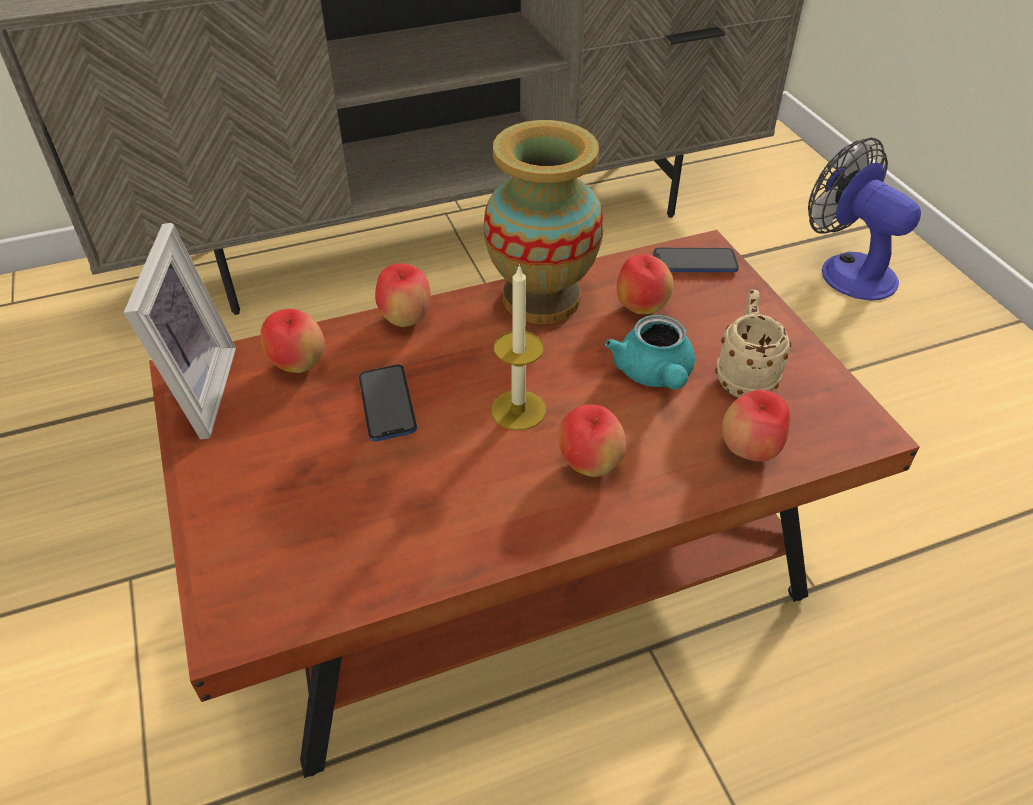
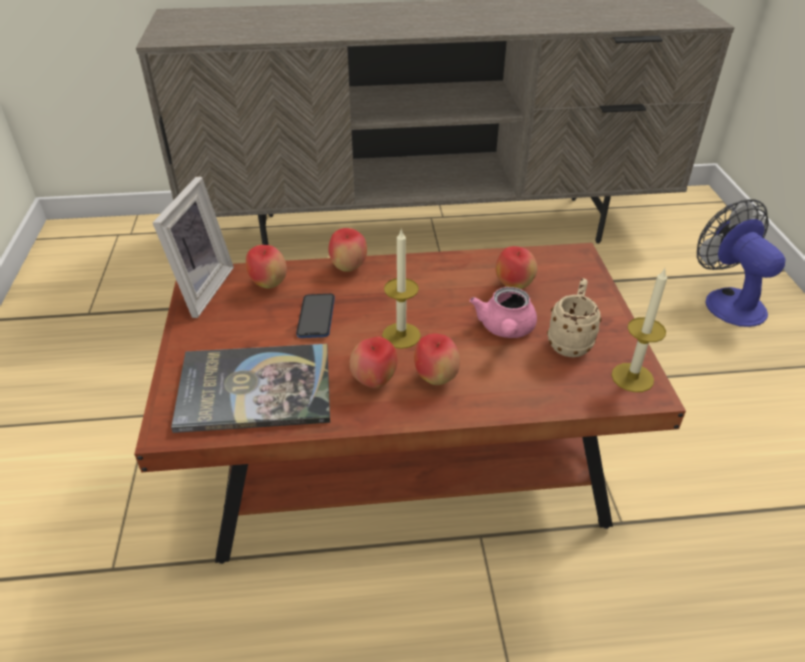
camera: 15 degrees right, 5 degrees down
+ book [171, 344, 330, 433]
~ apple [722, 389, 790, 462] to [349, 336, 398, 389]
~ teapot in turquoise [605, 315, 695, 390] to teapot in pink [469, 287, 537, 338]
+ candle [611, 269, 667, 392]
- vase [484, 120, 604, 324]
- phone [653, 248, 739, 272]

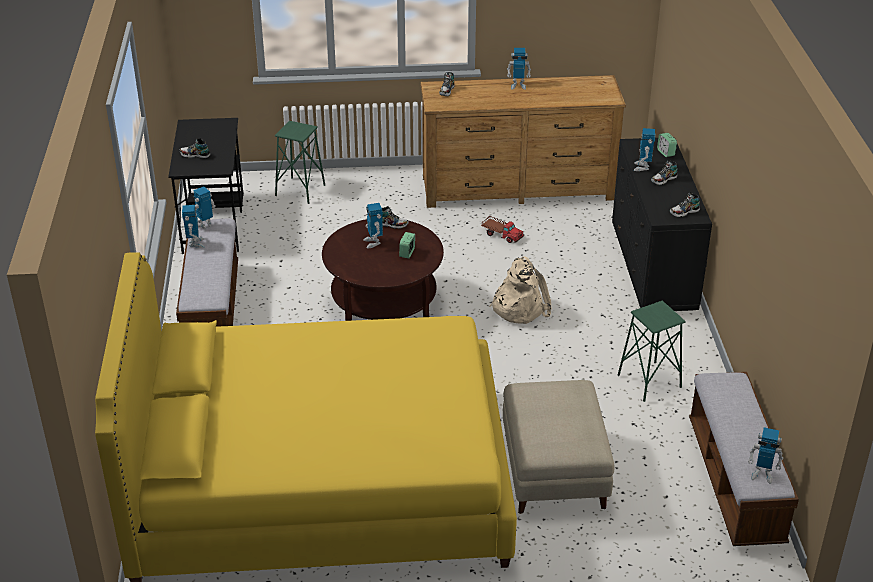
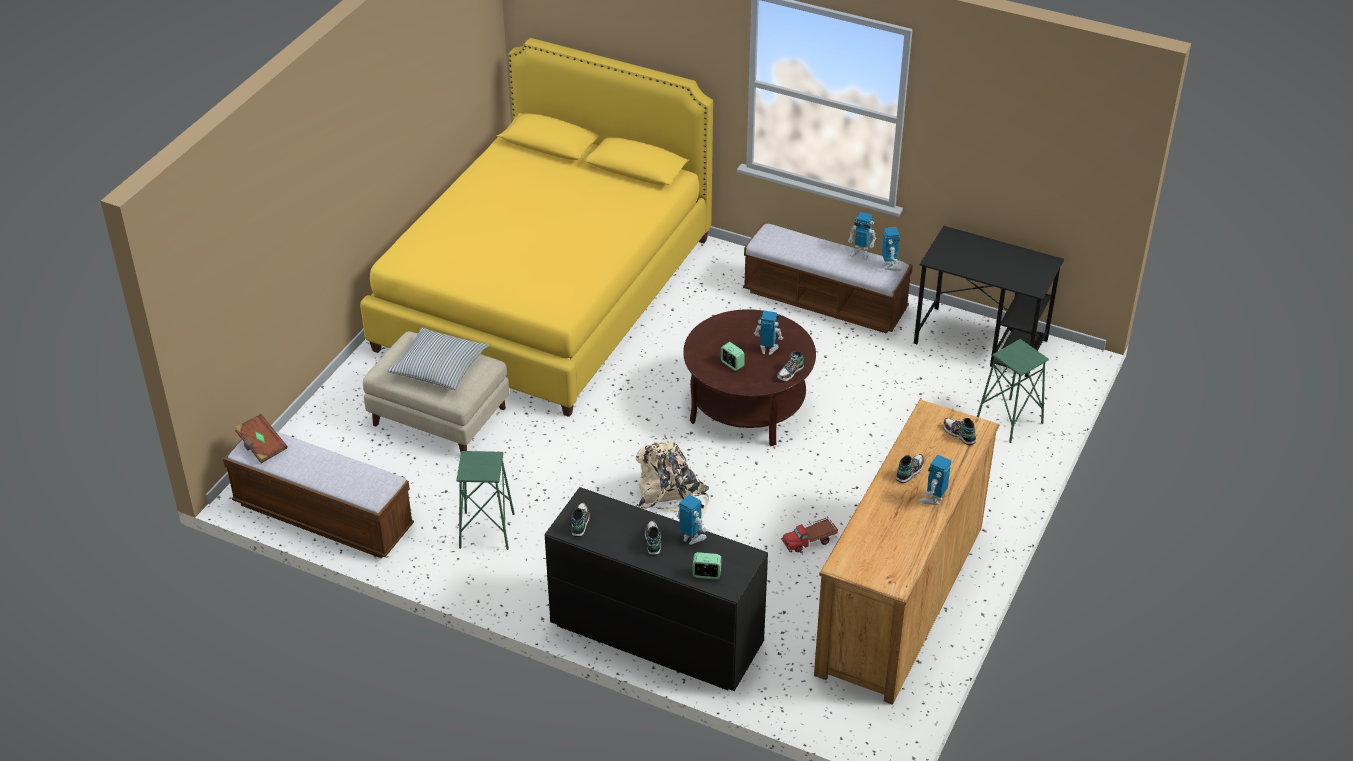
camera: 120 degrees right, 5 degrees up
~ toy robot [748, 427, 783, 484] to book in brown [235, 414, 288, 463]
+ pillow [387, 328, 489, 390]
~ shoe [180, 138, 210, 159] to [896, 454, 924, 483]

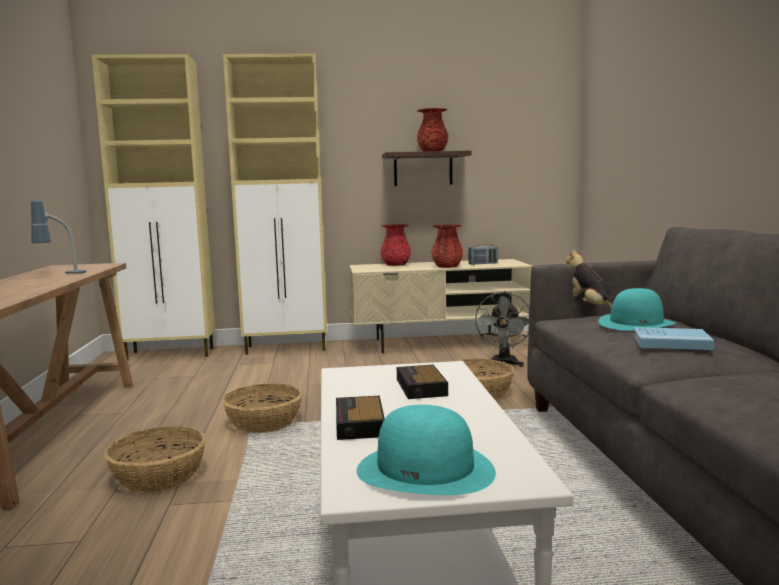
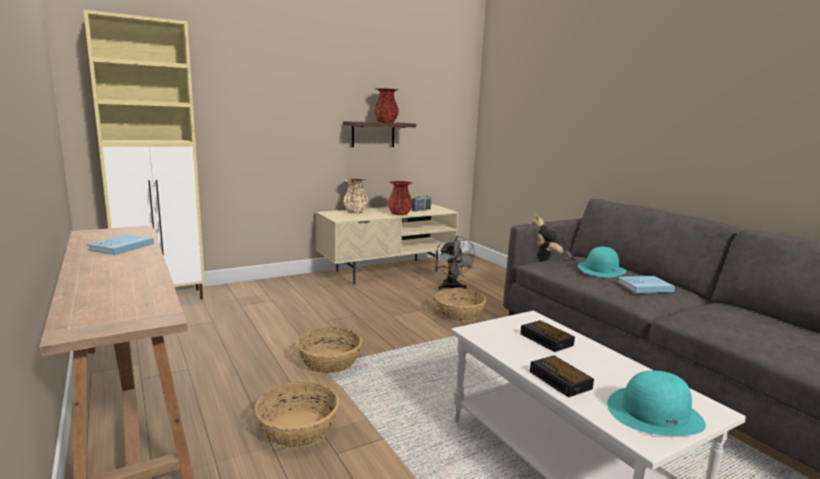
camera: 25 degrees left, 5 degrees up
~ table lamp [31, 199, 87, 274] to book in blue [87, 234, 154, 255]
~ vase in red [380, 224, 411, 266] to vase in beige [343, 179, 368, 213]
- cabinet in beige [223, 54, 327, 355]

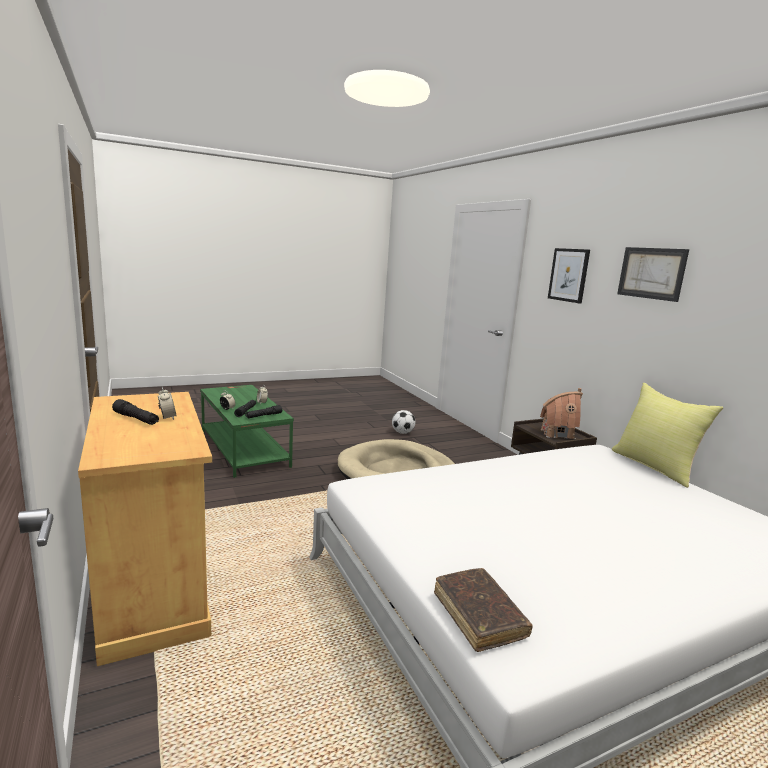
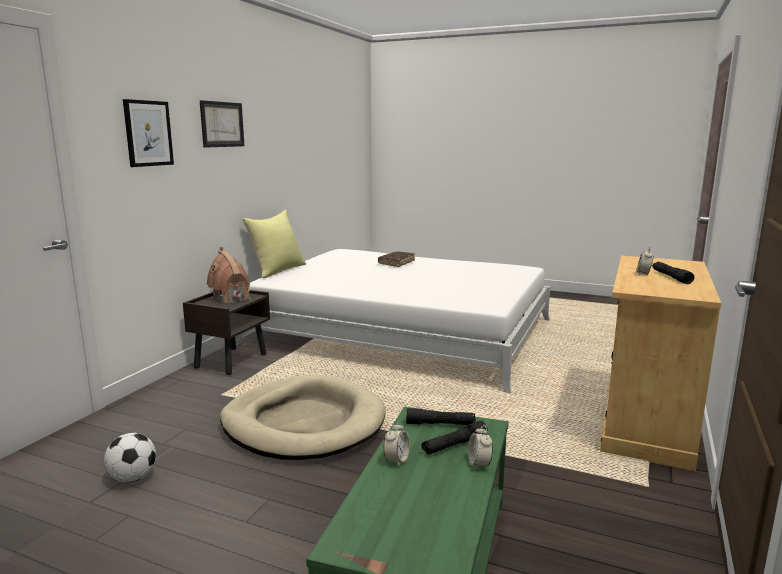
camera: 130 degrees left, 0 degrees up
~ book in brown [434, 568, 533, 652] to [378, 252, 415, 267]

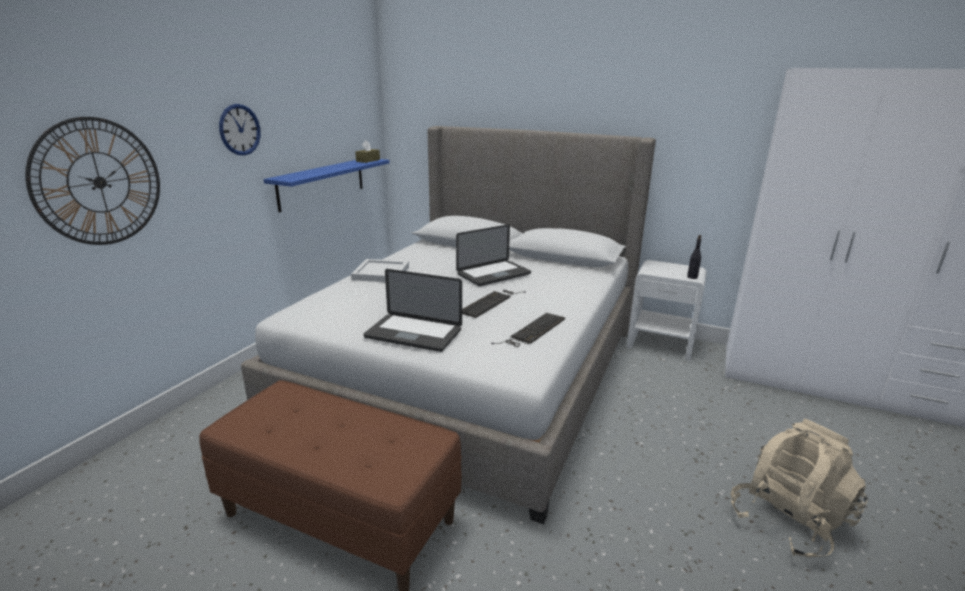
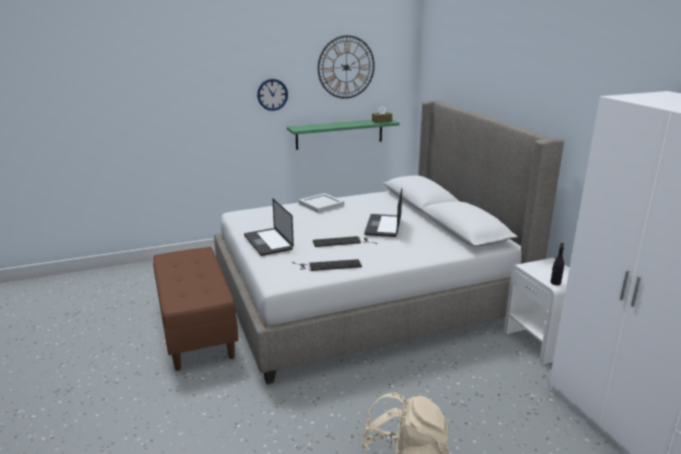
camera: 45 degrees right, 0 degrees up
~ shelf in blue [264, 159, 390, 212] to shelf in green [287, 120, 400, 150]
~ wall clock [25, 117, 160, 245] to [318, 35, 375, 99]
~ laptop [456, 224, 531, 286] = [365, 188, 402, 237] 90 degrees clockwise

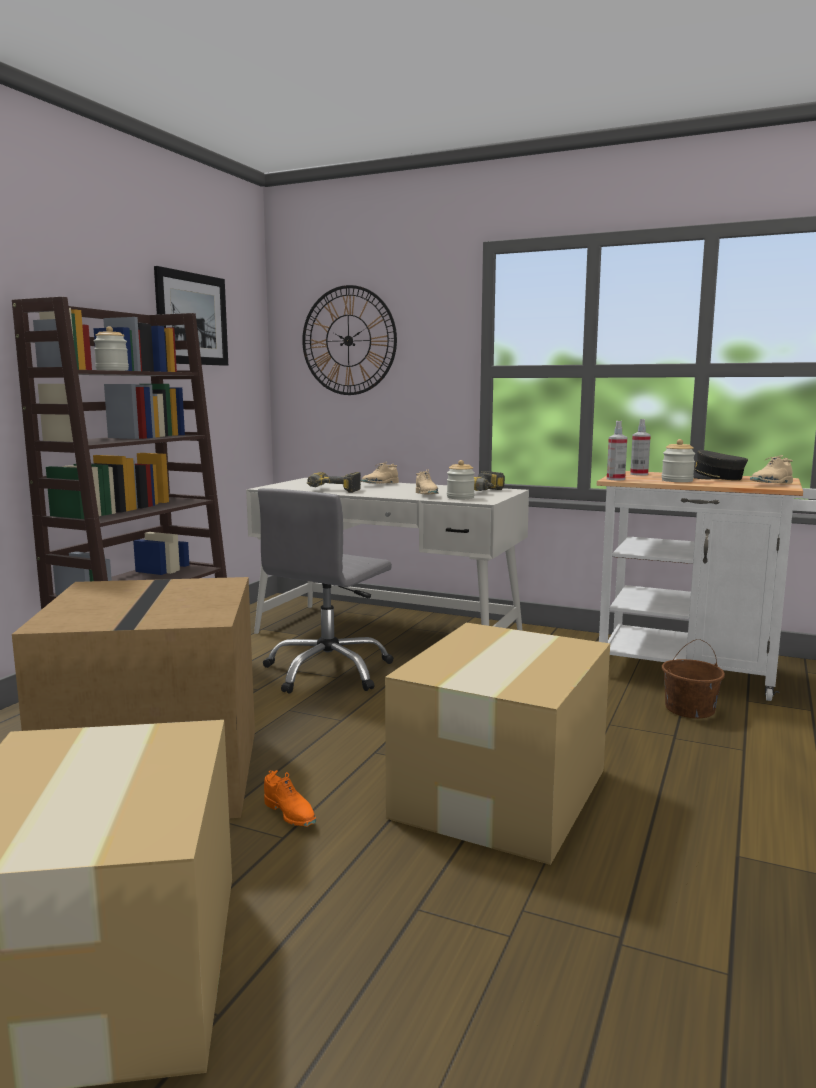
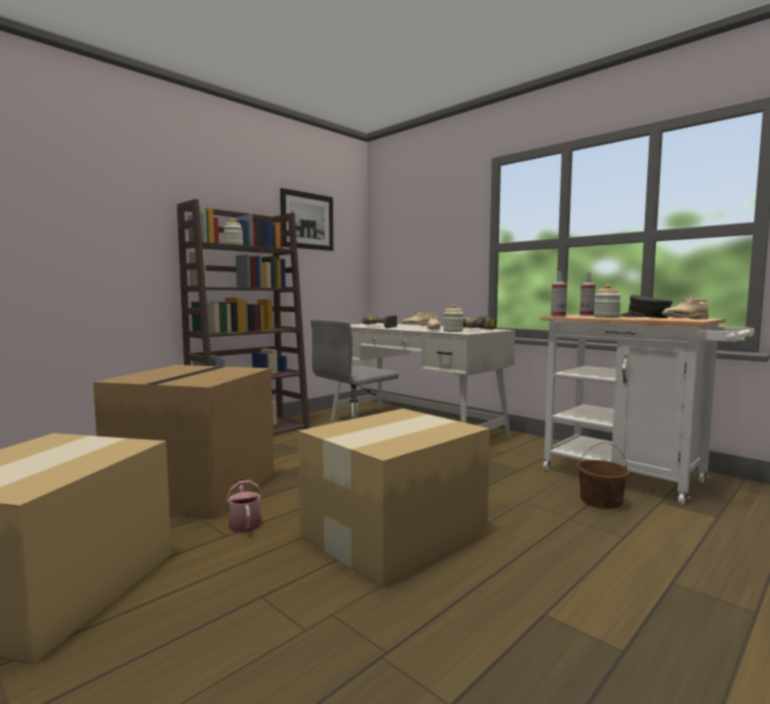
camera: 20 degrees right, 5 degrees down
~ shoe in orange [264, 770, 316, 827] to watering can [226, 478, 262, 533]
- wall clock [302, 285, 397, 395]

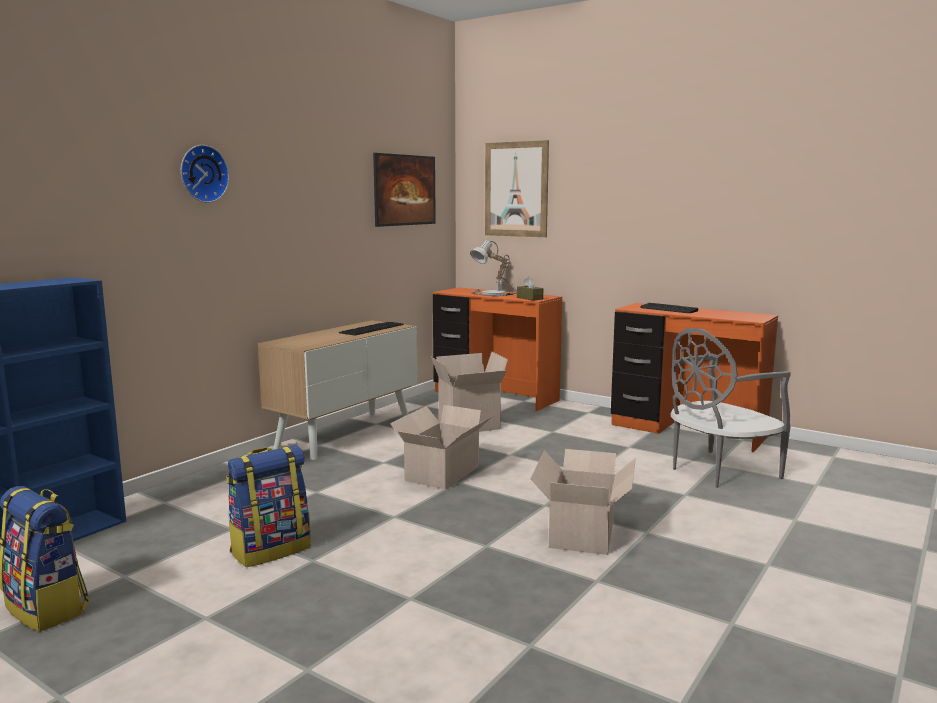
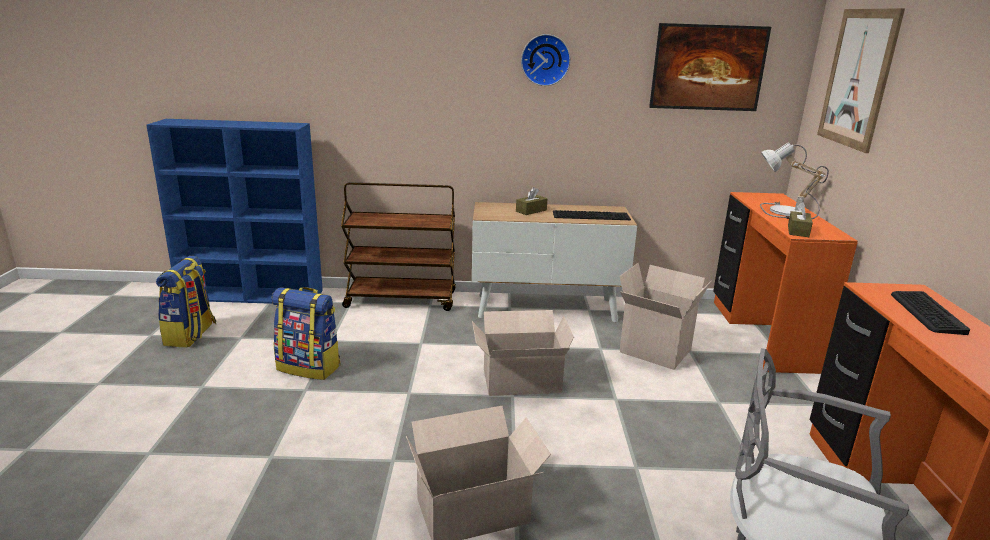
camera: 55 degrees right, 10 degrees up
+ cart in brown [341, 182, 456, 311]
+ tissue box in brown [516, 187, 548, 215]
~ wall clock [181, 145, 229, 203] to [521, 34, 571, 86]

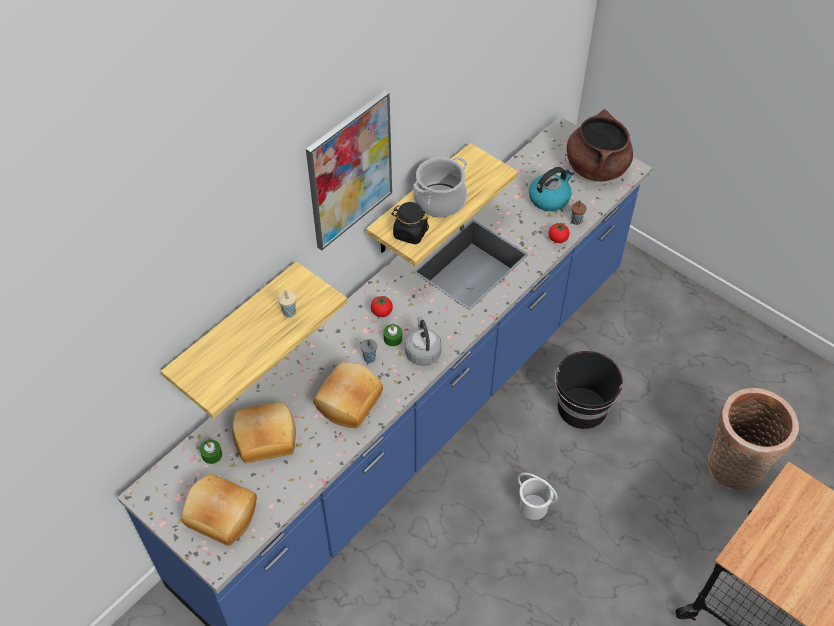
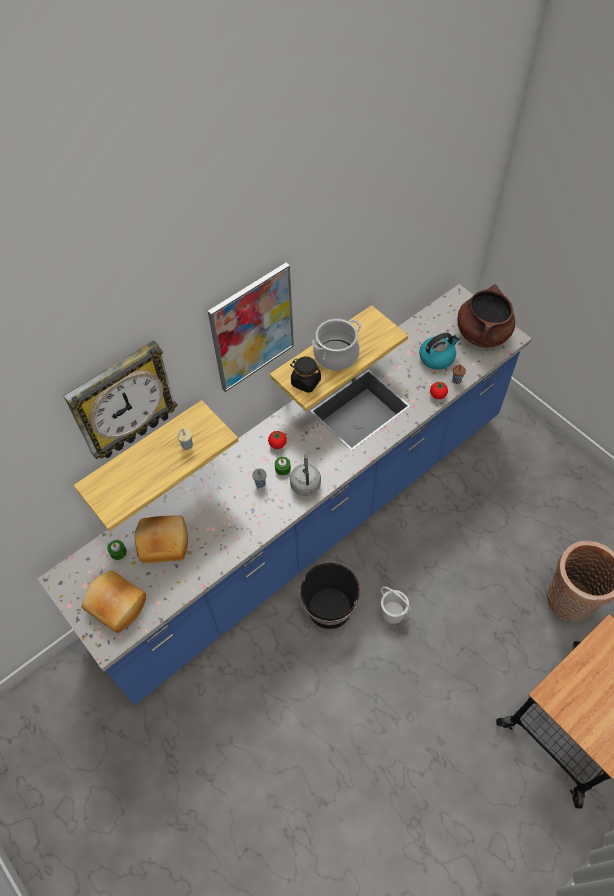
camera: 10 degrees right, 5 degrees up
+ wall clock [64, 340, 177, 459]
~ bucket in black [554, 351, 623, 429] to [298, 563, 360, 629]
- bread [313, 363, 383, 428]

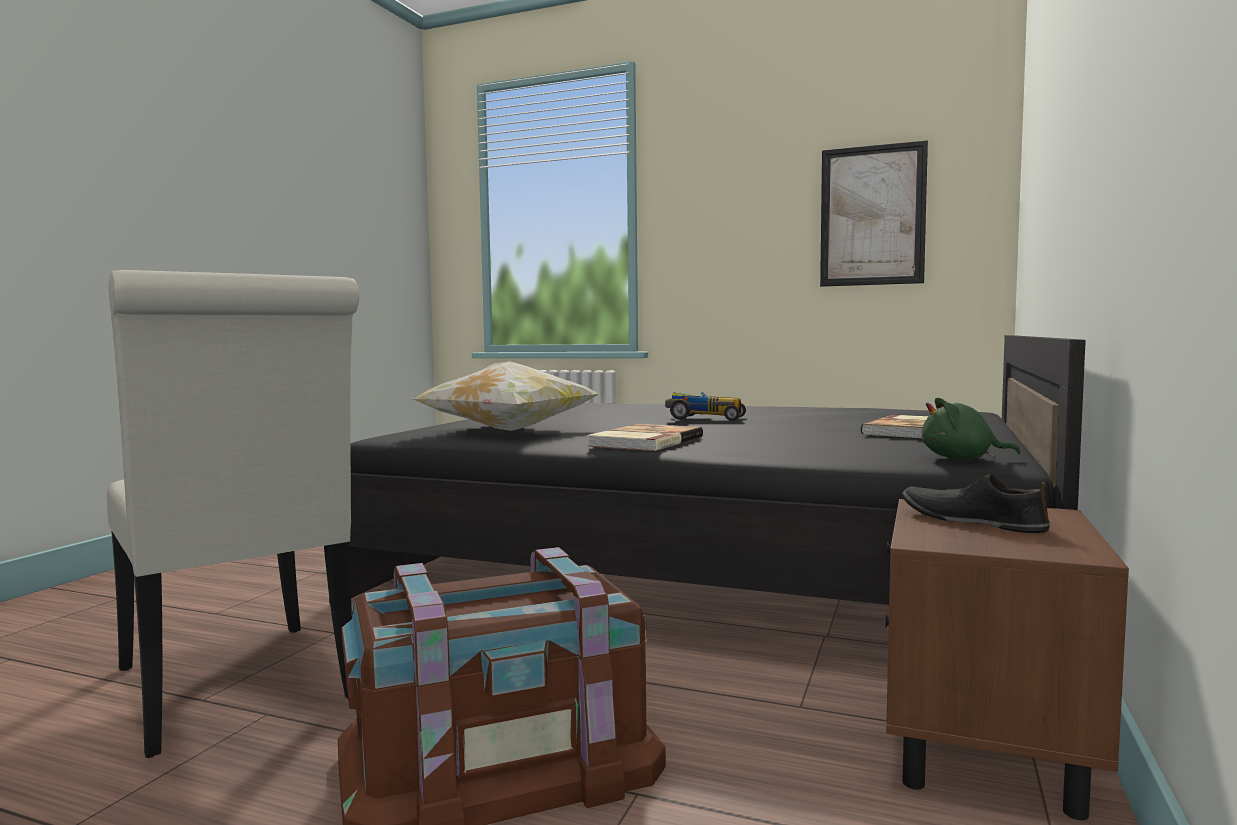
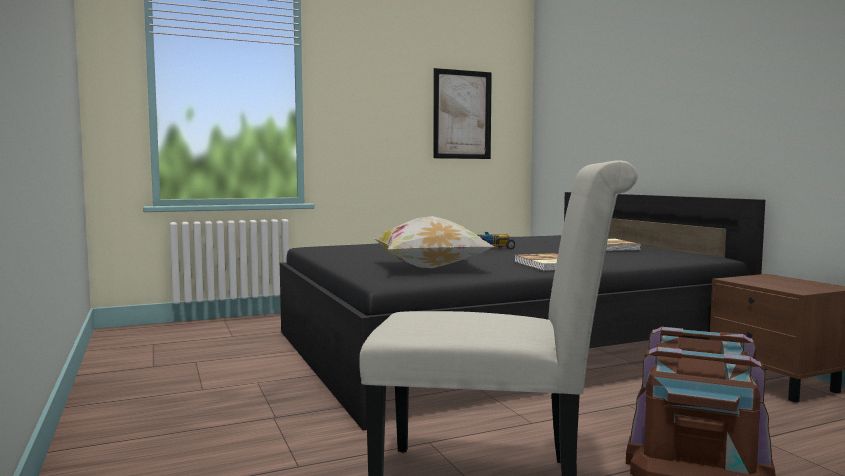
camera: 45 degrees left, 0 degrees up
- shoe in black [902, 474, 1050, 533]
- plush toy in green [922, 398, 1021, 460]

